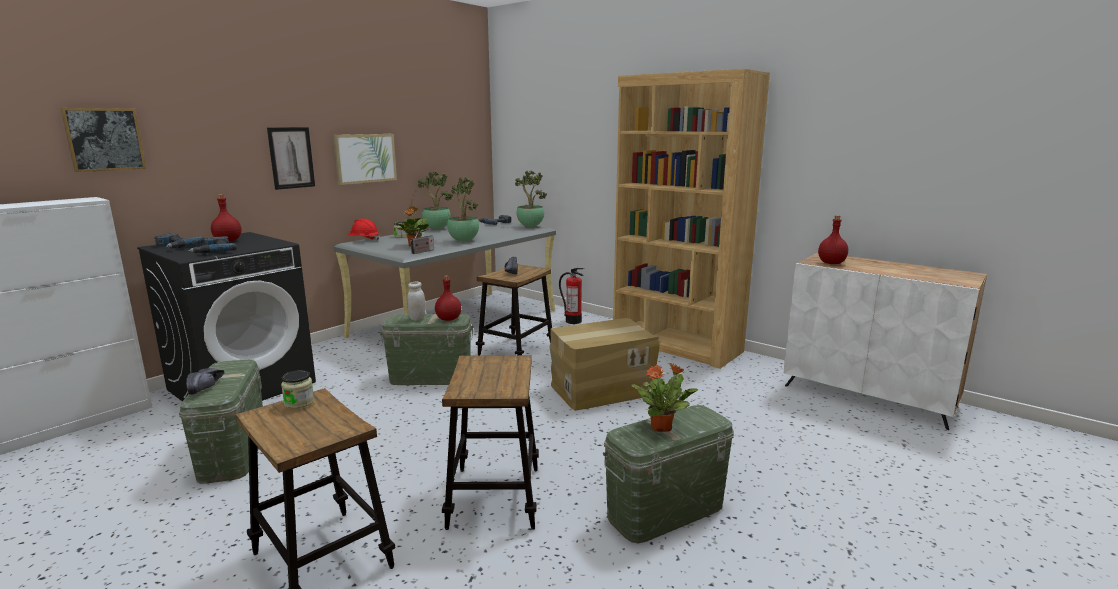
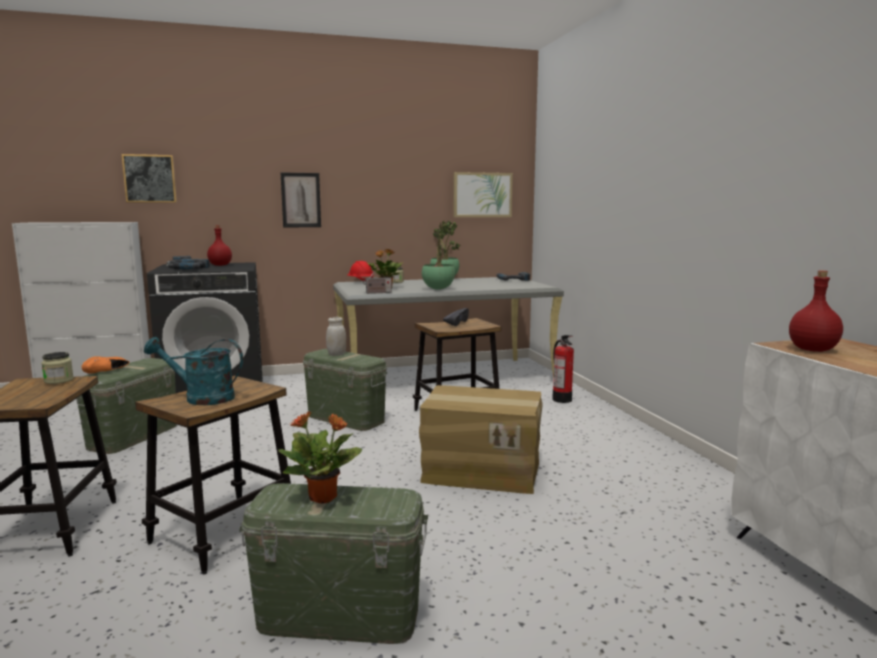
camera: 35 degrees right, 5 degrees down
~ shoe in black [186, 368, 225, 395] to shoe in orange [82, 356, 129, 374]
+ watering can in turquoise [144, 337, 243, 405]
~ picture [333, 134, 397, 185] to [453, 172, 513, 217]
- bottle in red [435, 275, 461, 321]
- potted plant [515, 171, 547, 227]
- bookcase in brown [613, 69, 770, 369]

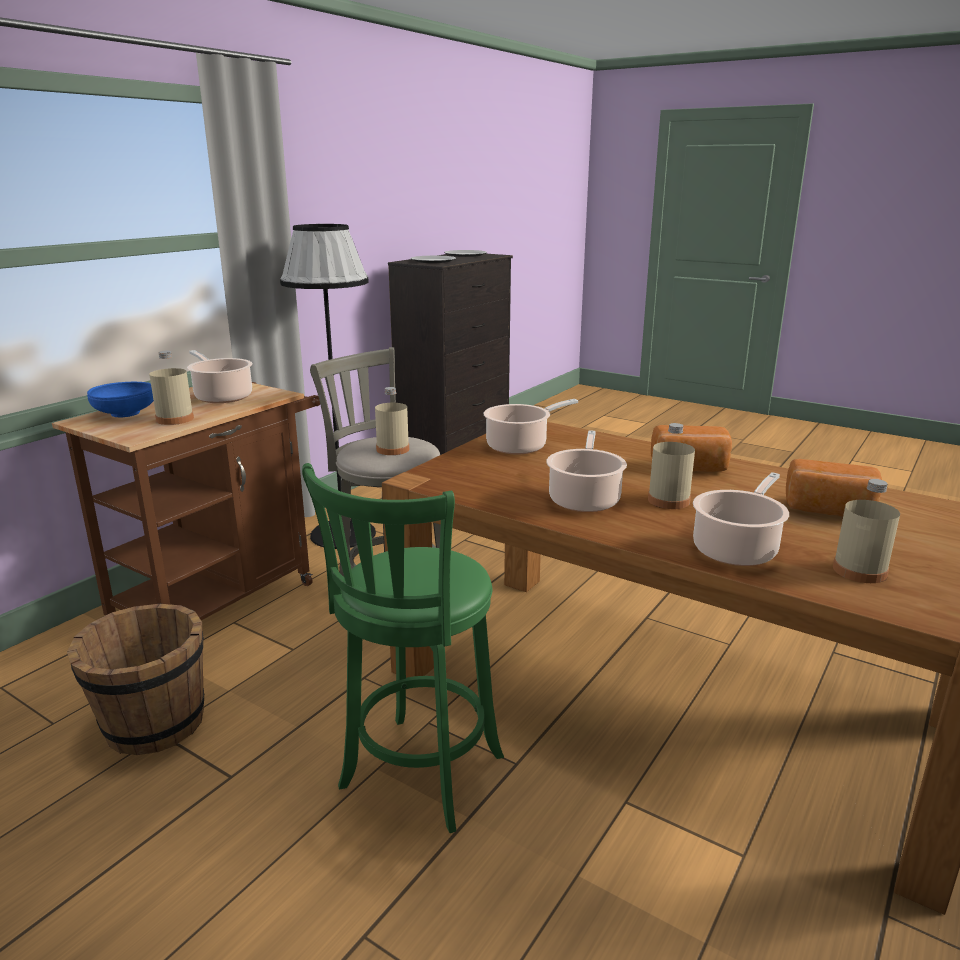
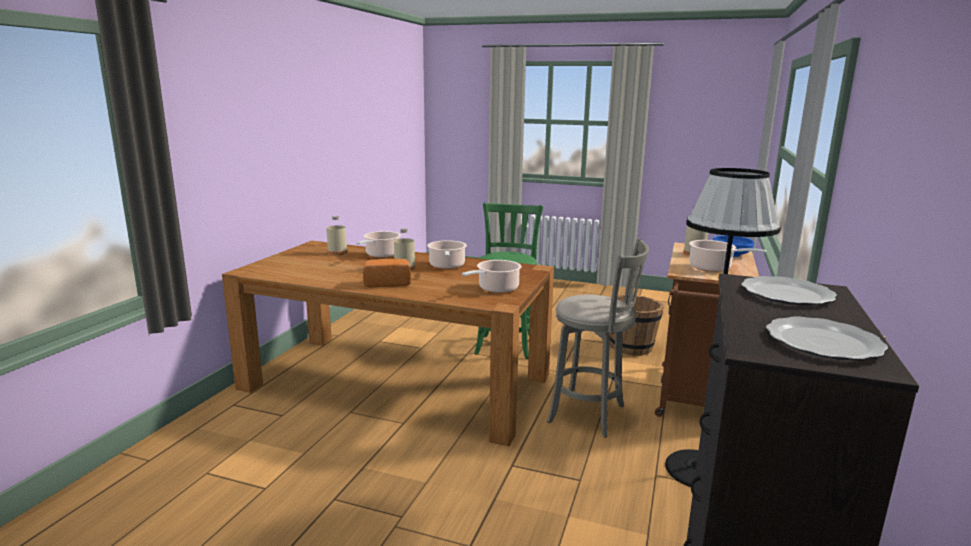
camera: 165 degrees right, 5 degrees down
- bottle in beige [375, 387, 409, 455]
- bread [786, 459, 882, 517]

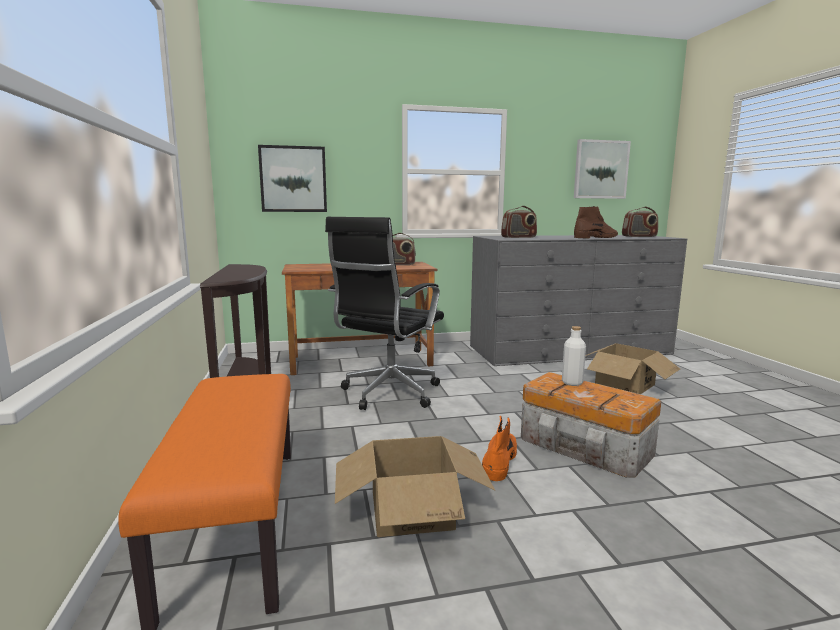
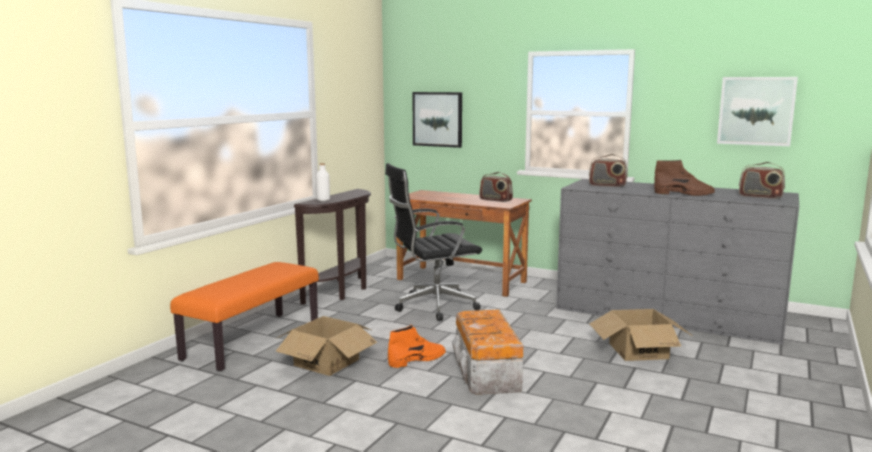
camera: 40 degrees right, 0 degrees up
~ bottle in white [562, 326, 586, 386] to [316, 163, 330, 201]

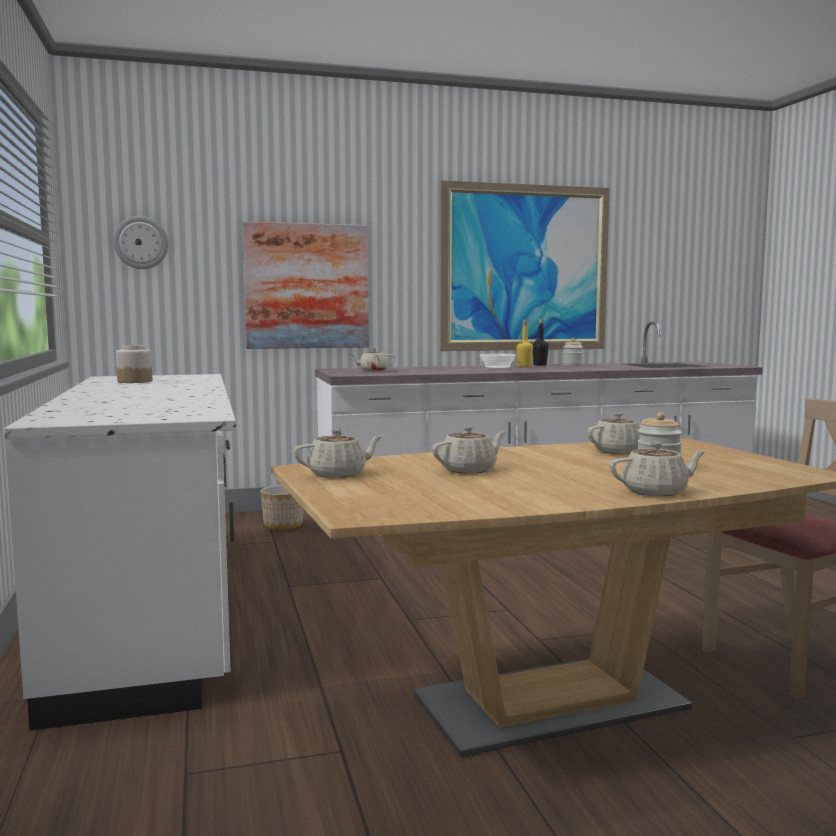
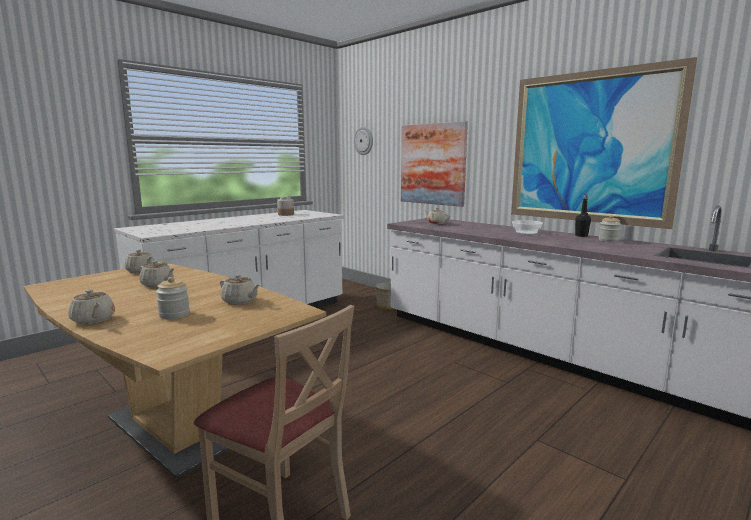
camera: 60 degrees right, 5 degrees up
- bottle in yellow [516, 319, 533, 367]

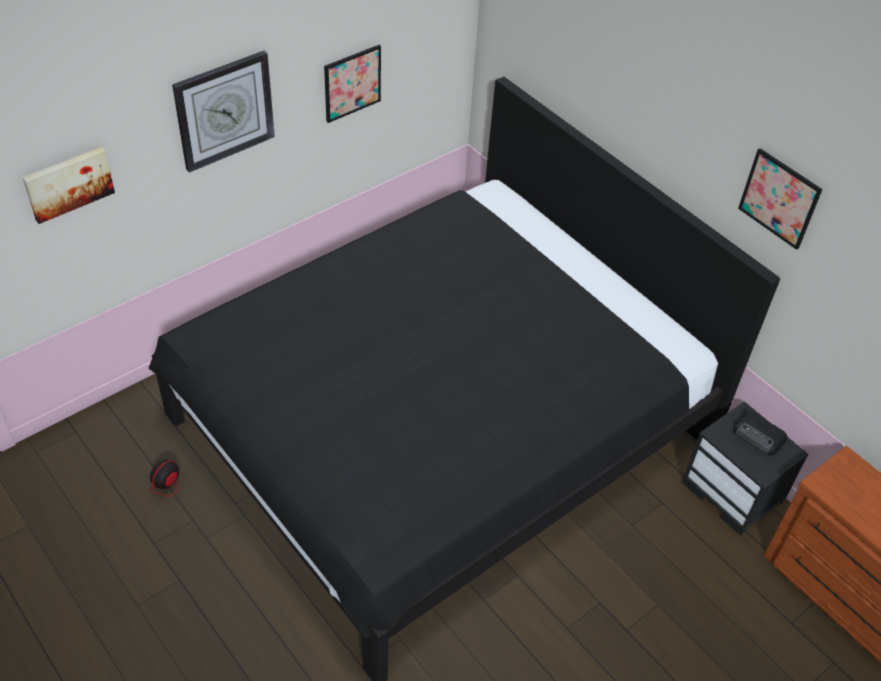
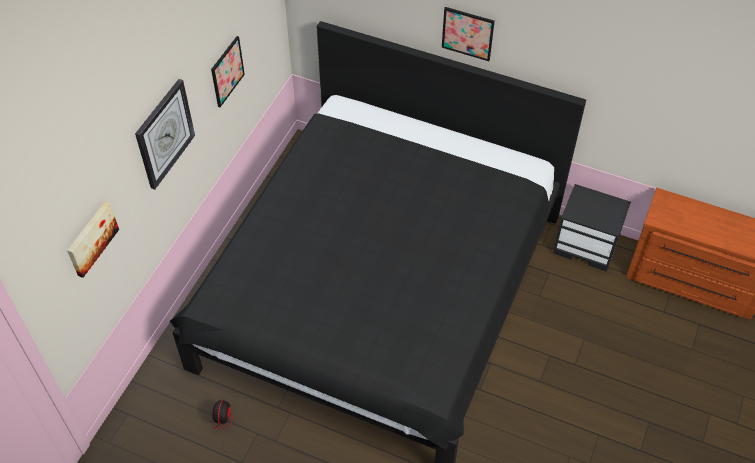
camera: 25 degrees left, 5 degrees up
~ picture [738, 148, 823, 250] to [442, 7, 495, 61]
- radio [733, 411, 787, 455]

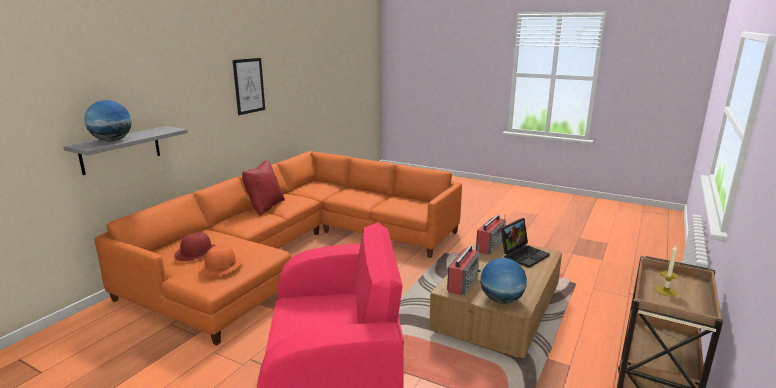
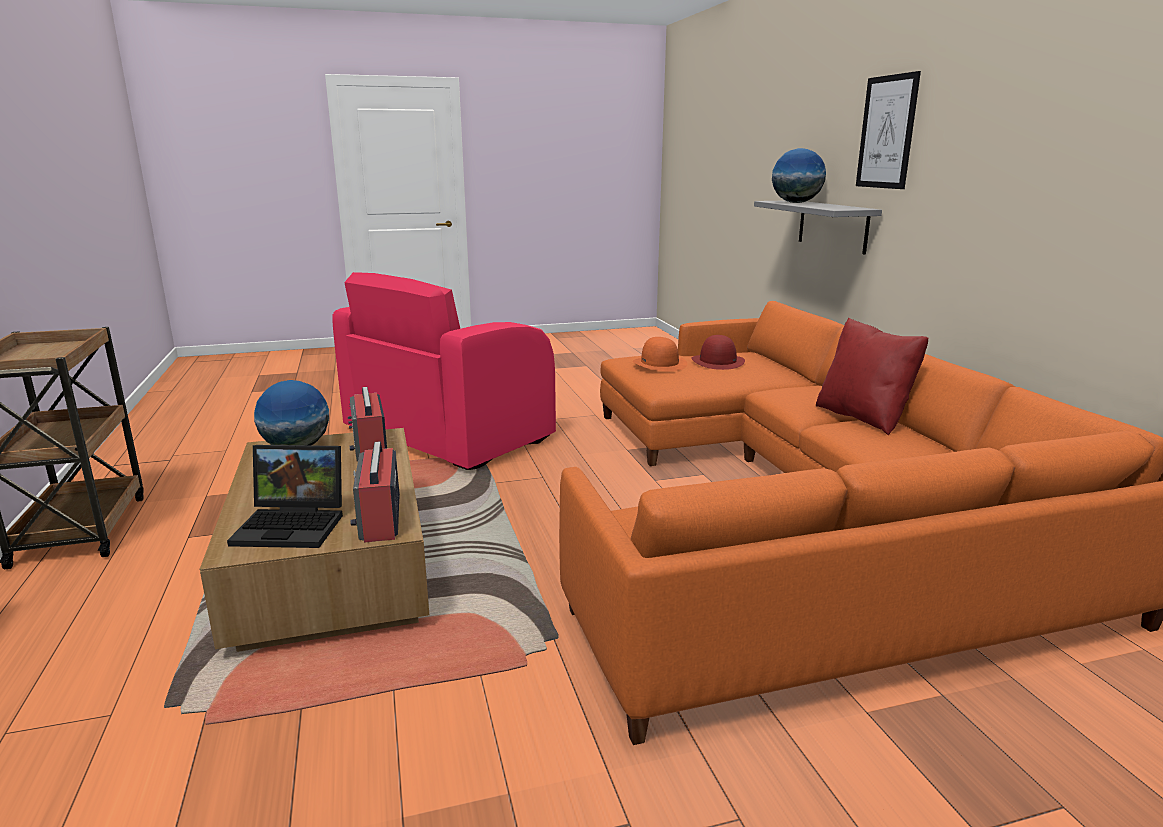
camera: 135 degrees right, 0 degrees up
~ laptop [501, 218, 550, 268] = [227, 445, 343, 548] 90 degrees counterclockwise
~ picture [233, 58, 265, 115] to [856, 71, 921, 189]
- candle [655, 245, 679, 296]

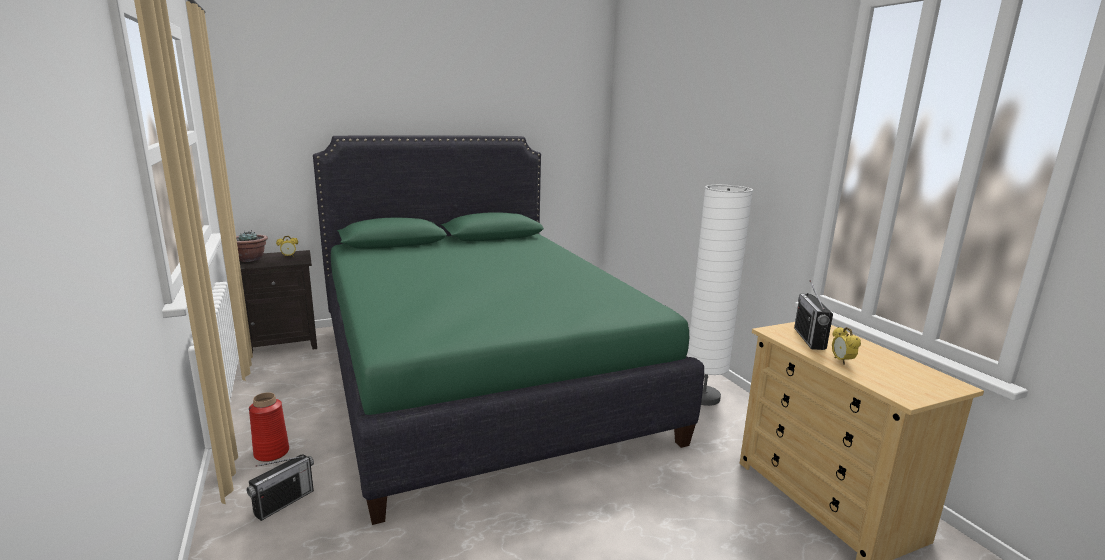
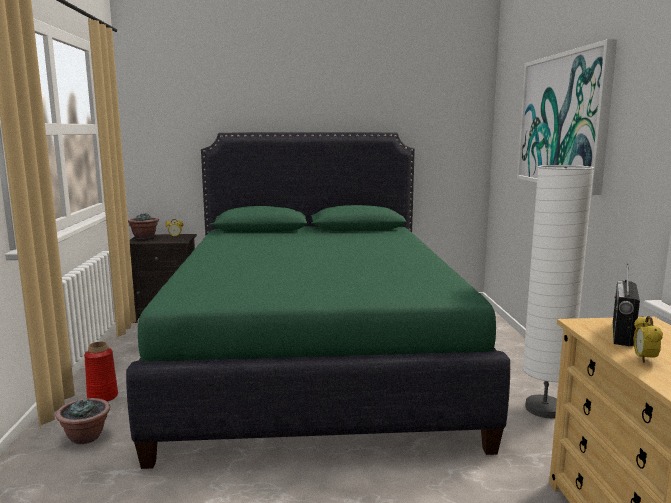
camera: 20 degrees right, 5 degrees down
~ radio [246, 454, 314, 521] to potted plant [56, 398, 110, 444]
+ picture [517, 39, 617, 195]

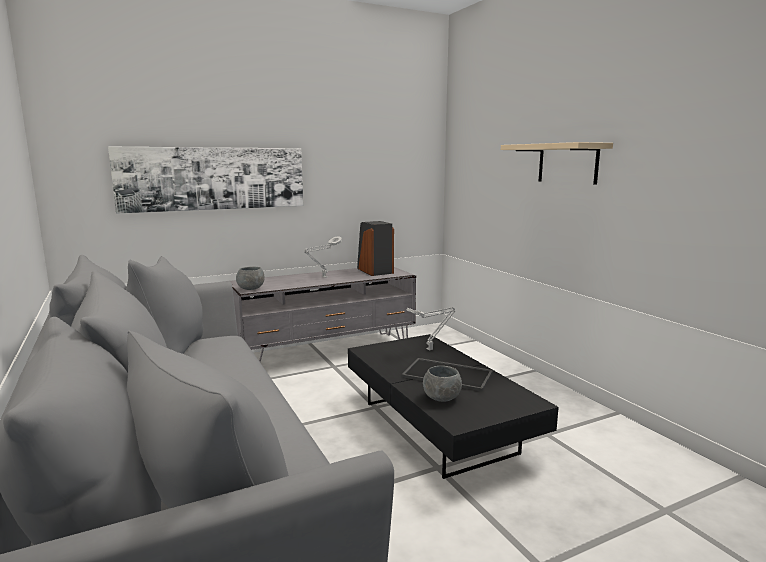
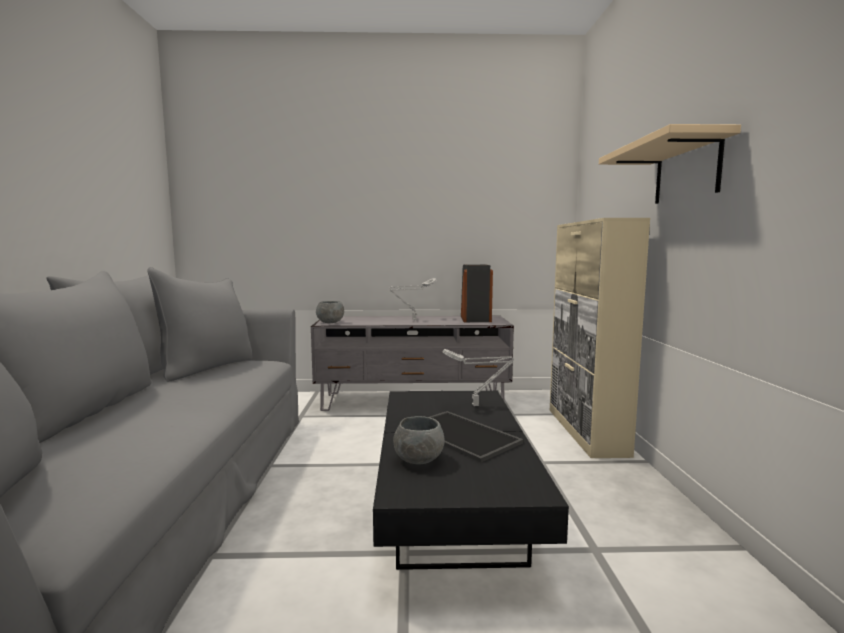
camera: 25 degrees right, 5 degrees down
+ cabinet in beige [550, 218, 650, 458]
- picture [108, 147, 303, 214]

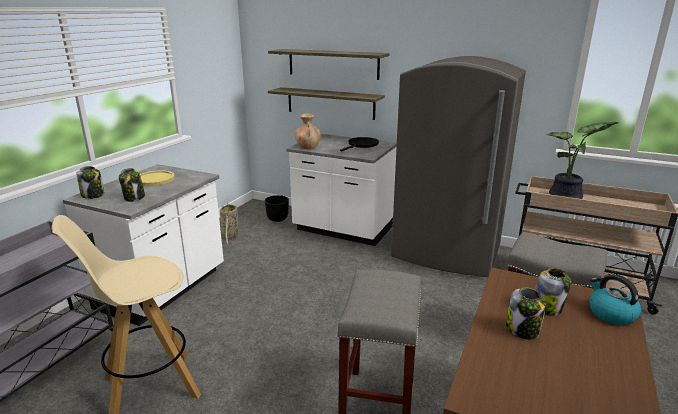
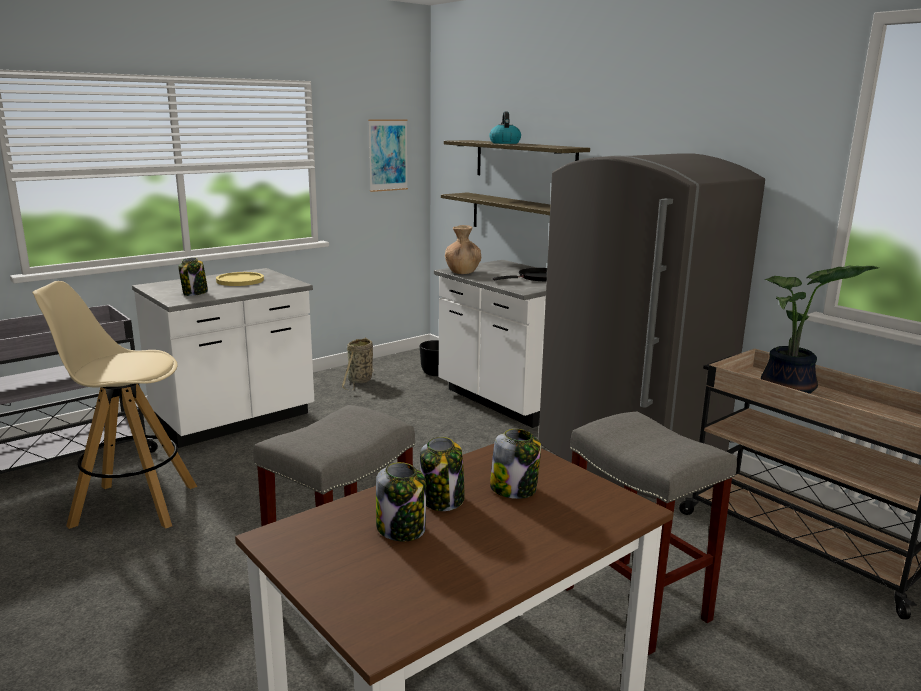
camera: 25 degrees right, 5 degrees down
+ picture [368, 119, 408, 192]
~ jar [76, 166, 104, 199] to [376, 462, 426, 542]
~ kettle [589, 274, 641, 325] to [489, 111, 521, 144]

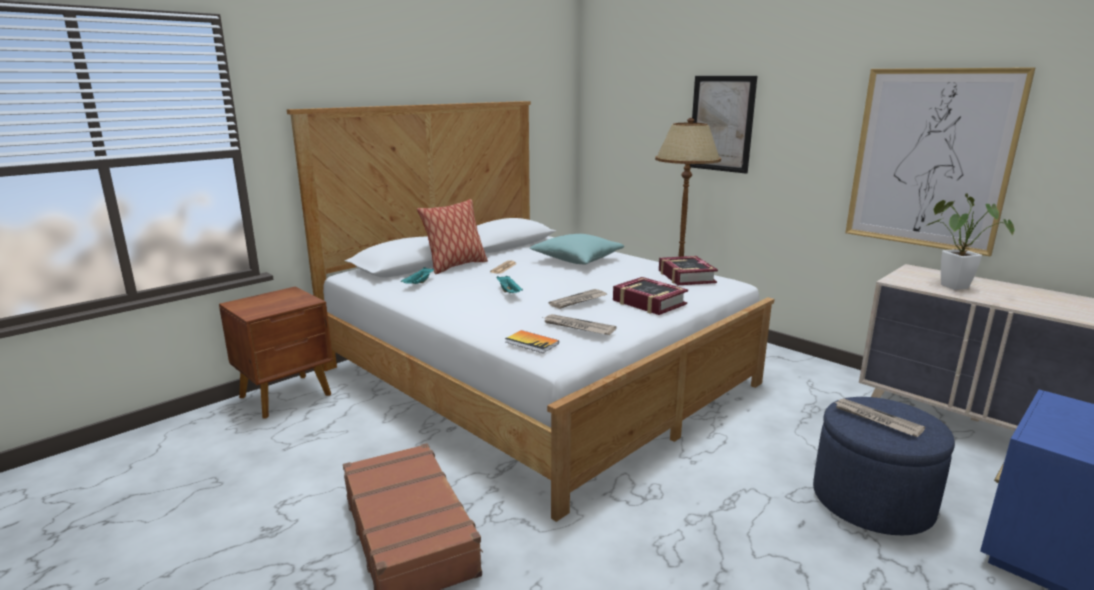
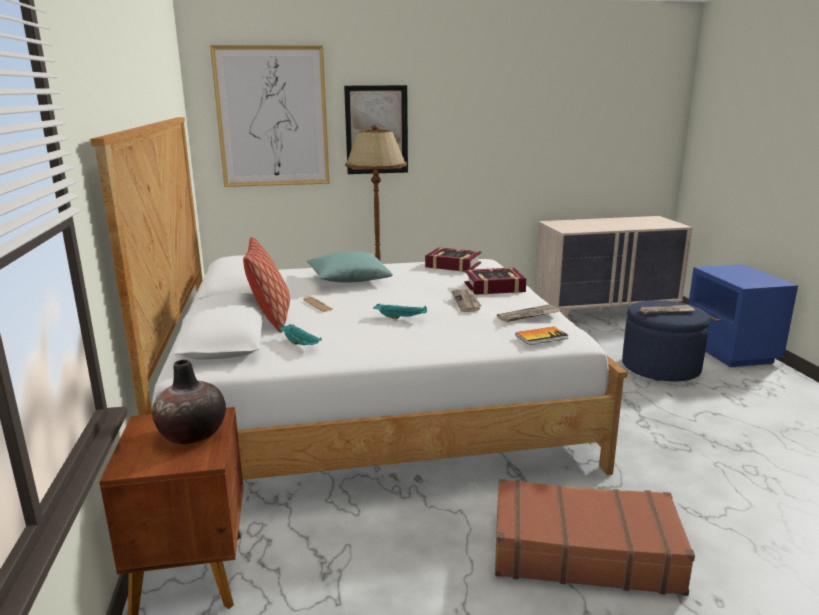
camera: 55 degrees left, 0 degrees up
+ vase [152, 359, 226, 444]
~ picture [845, 67, 1036, 256] to [210, 45, 330, 187]
- potted plant [924, 193, 1015, 290]

